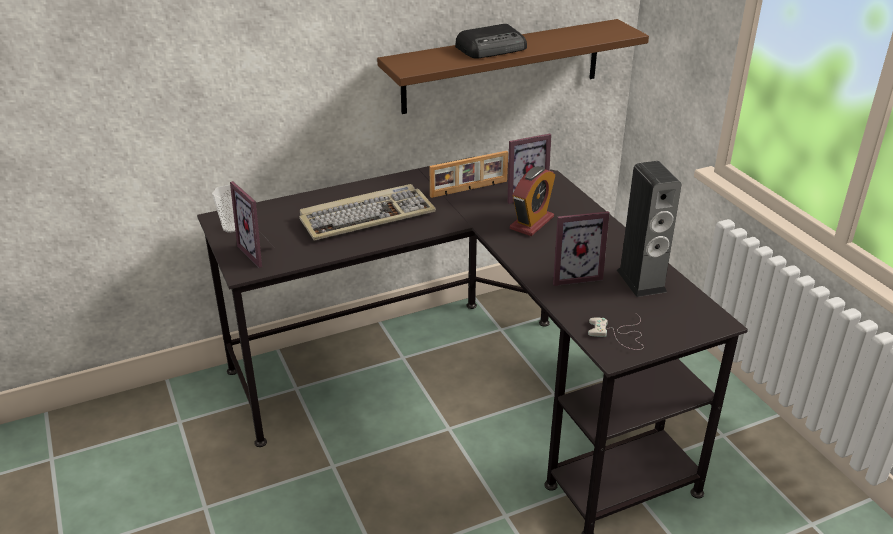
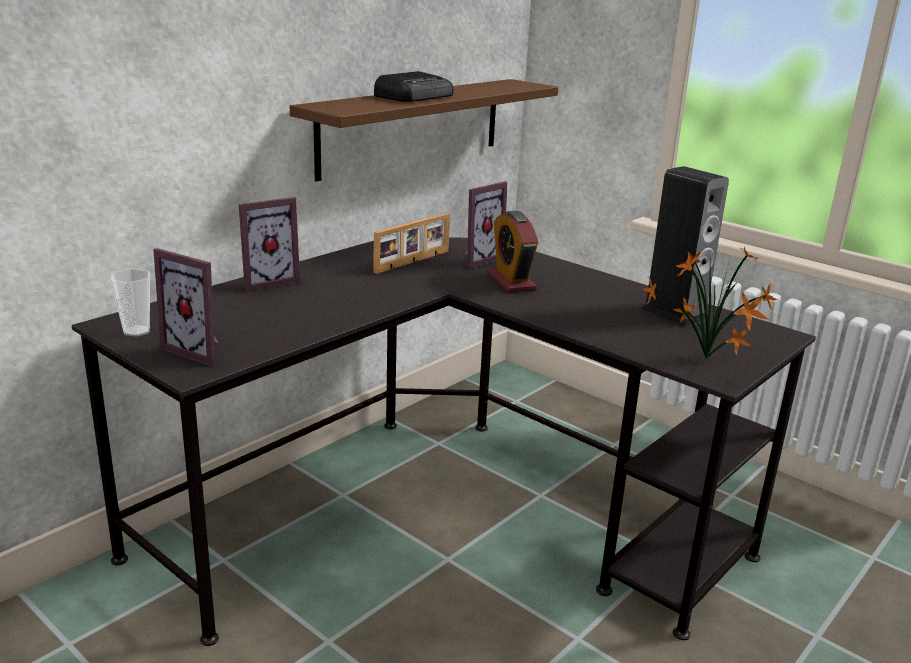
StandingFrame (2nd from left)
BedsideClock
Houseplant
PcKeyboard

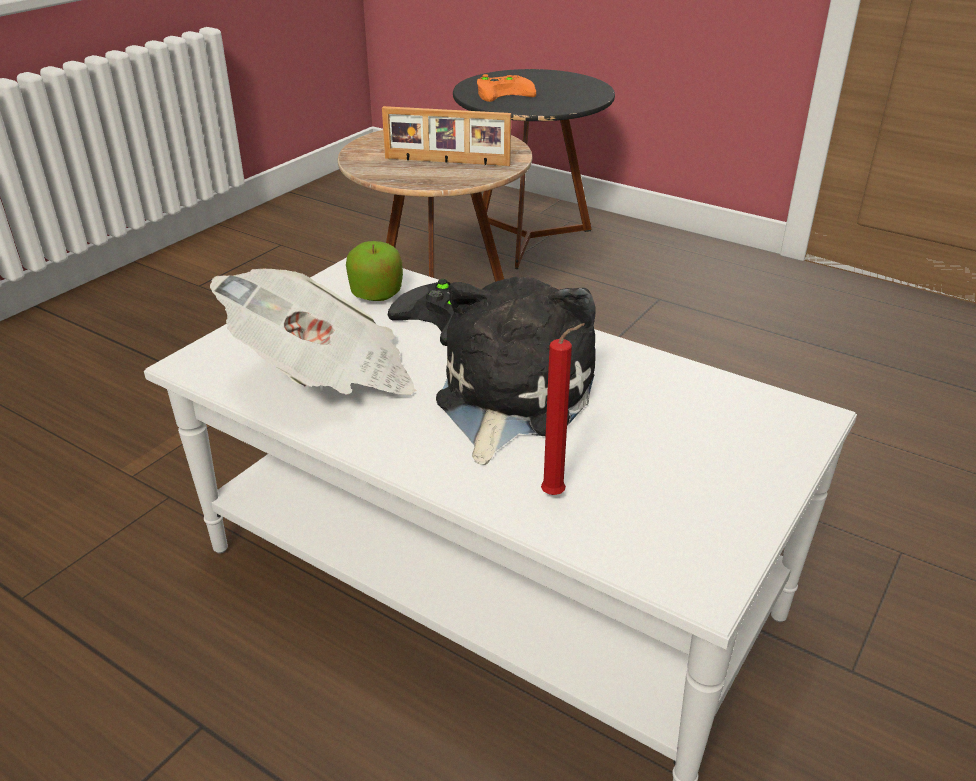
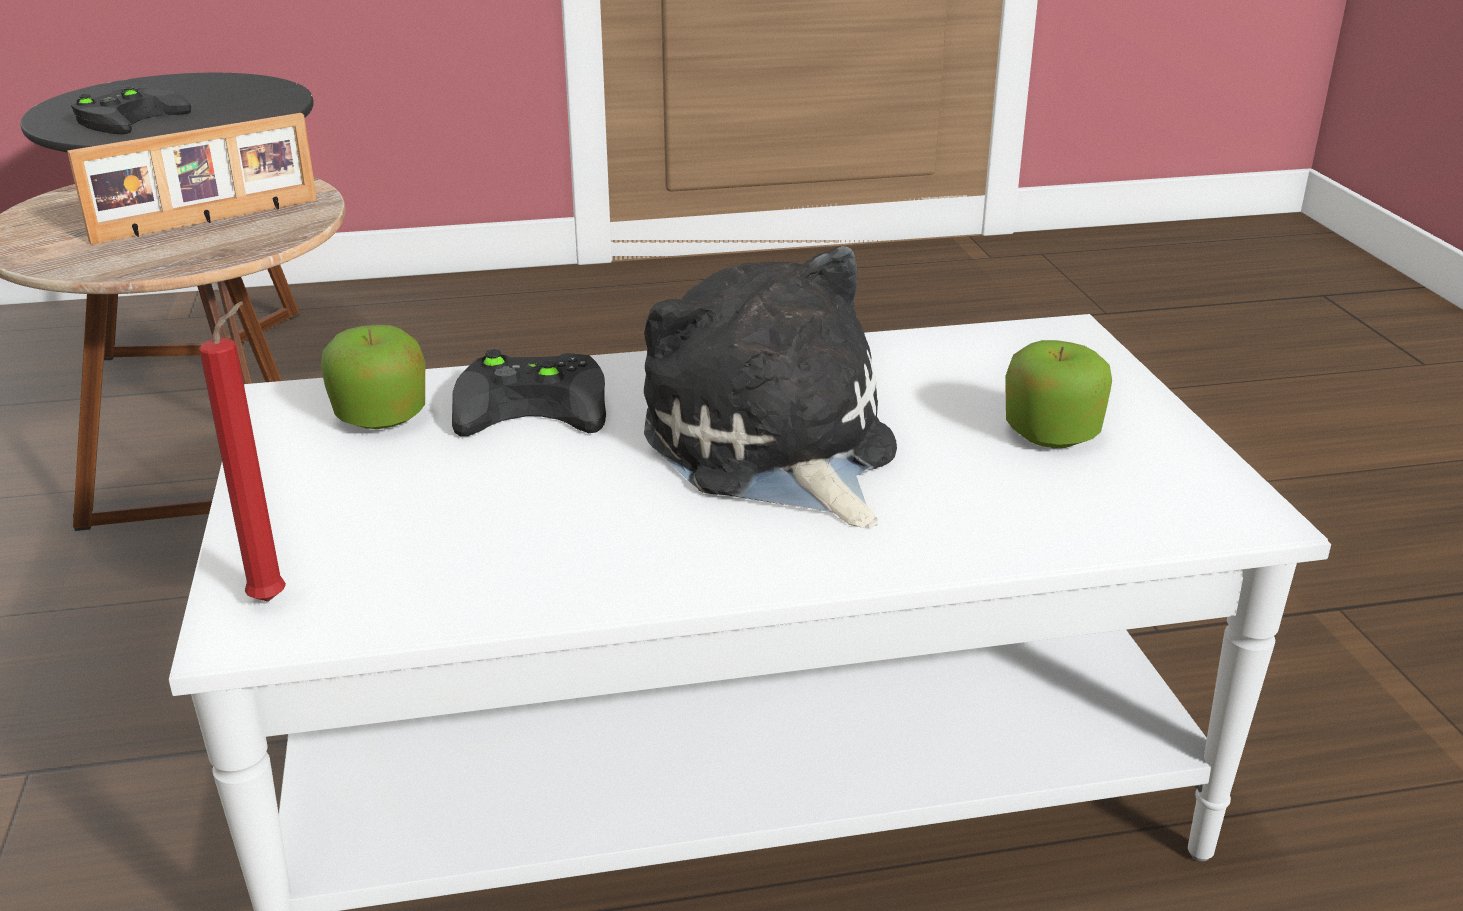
BlackishJoypad (1st from left)
RedColouredWaxLight
AppleFruit (2nd from left)
Newspaper

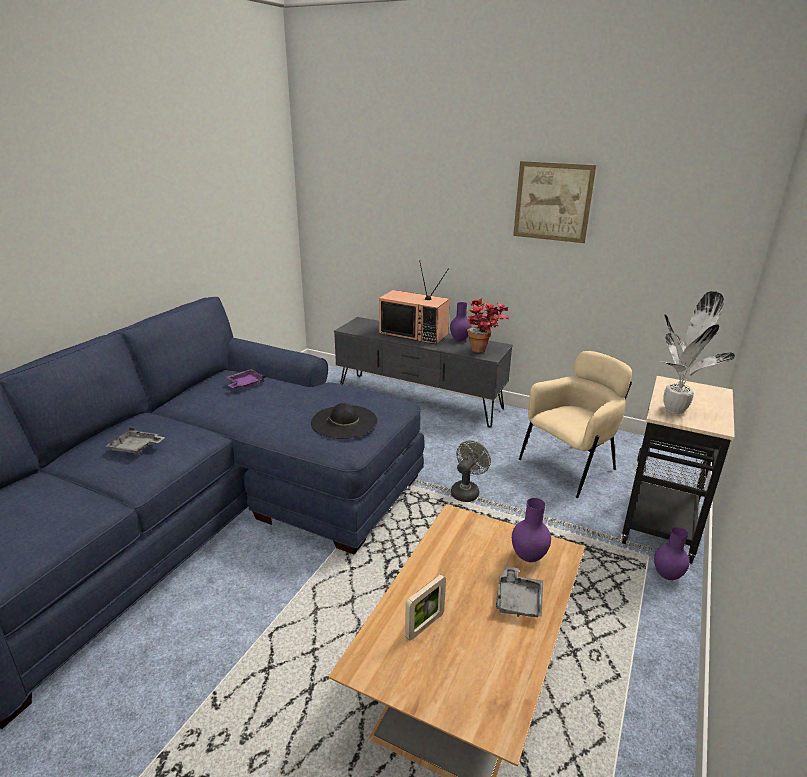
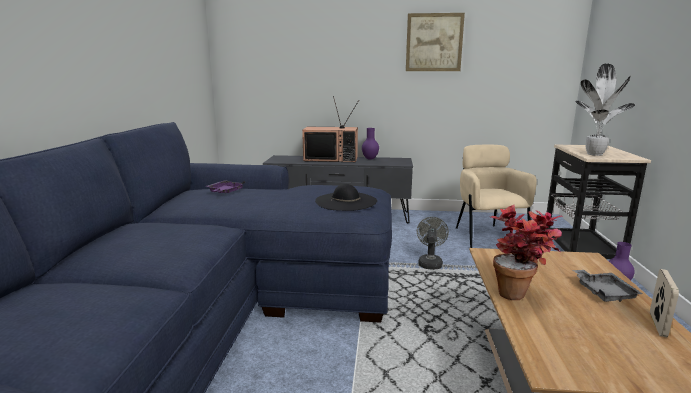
SandColouredEasyChair
Houseplant (1st from left)
StandingFrame
GreyCarryingTray (1st from left in the first image)
PurpleColouredDecorativeVase (2nd from left in the first image)

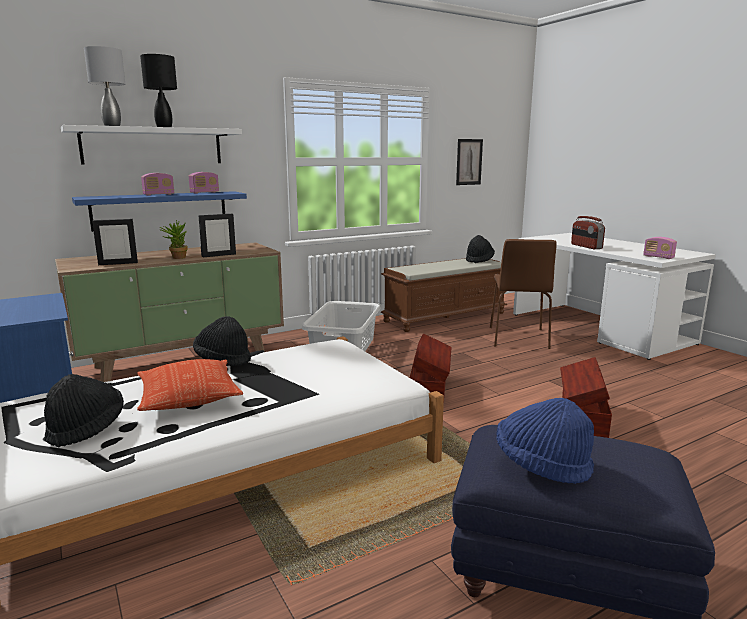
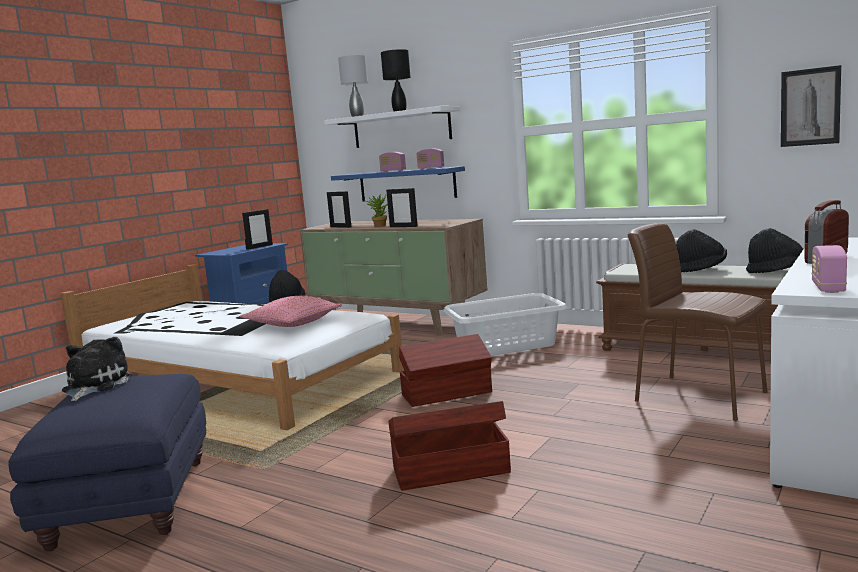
CuddlyToy
PinkColouredThrowPillow
StandingFrame (1st from left)
BrownishPlainChair
BlackishClothingHat (2nd from left)
OrangeThrowPillow

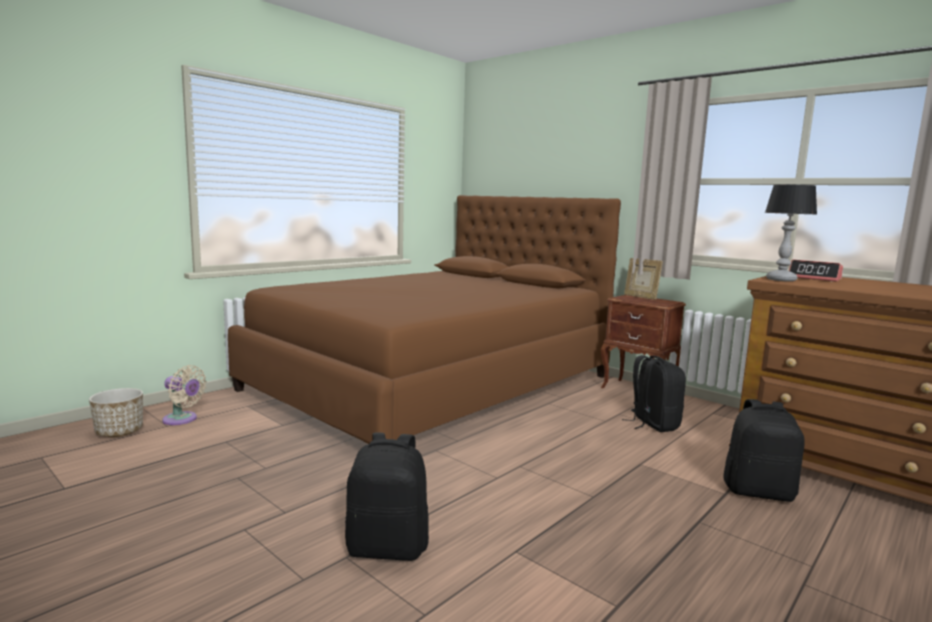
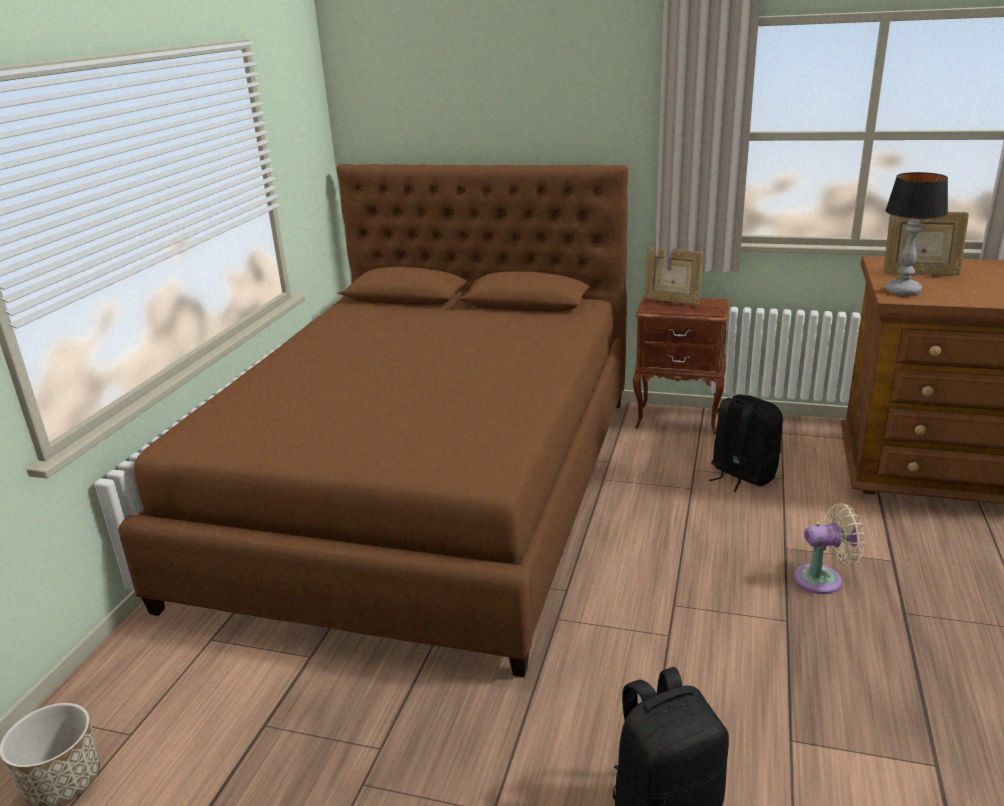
SandColouredElectricFan
StandingFrame (2nd from left)
BlackishKnapsack (3rd from left in the first image)

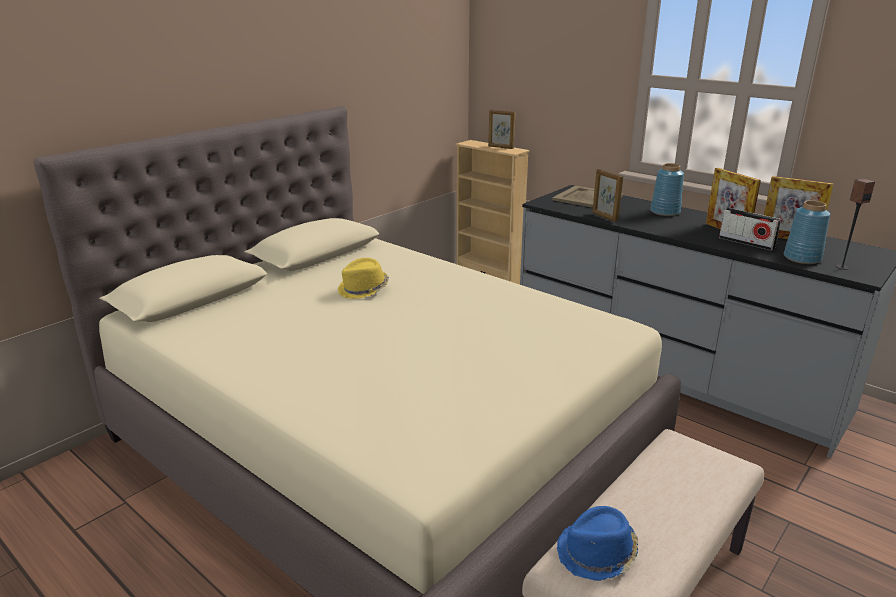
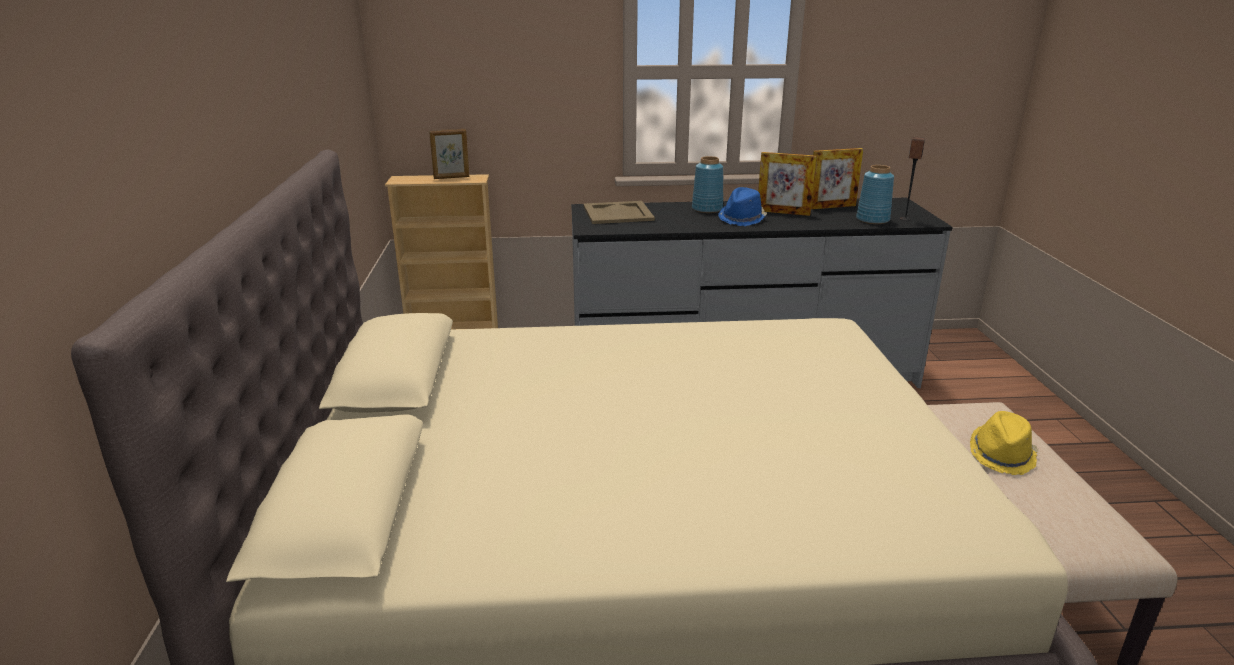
BluishClothingHat
YellowColouredClothingHat
StandingFrame (2nd from left in the first image)
RadioReceiver

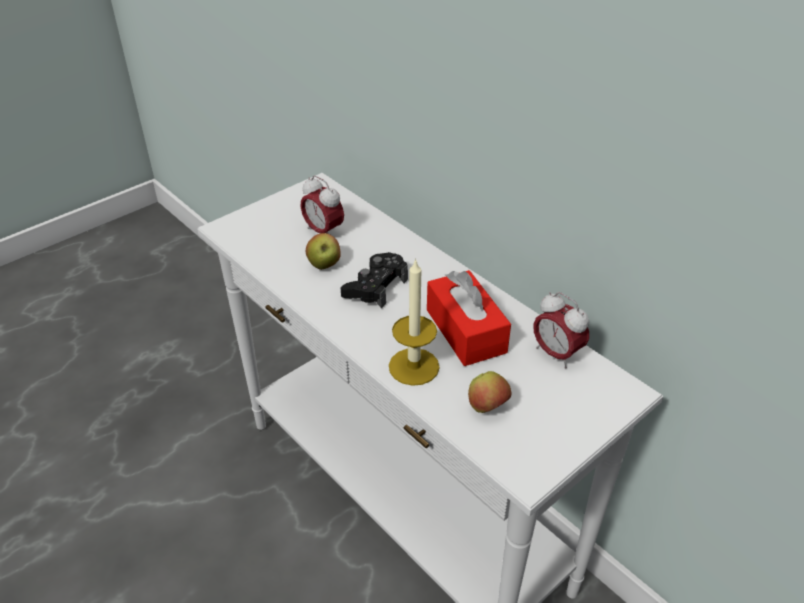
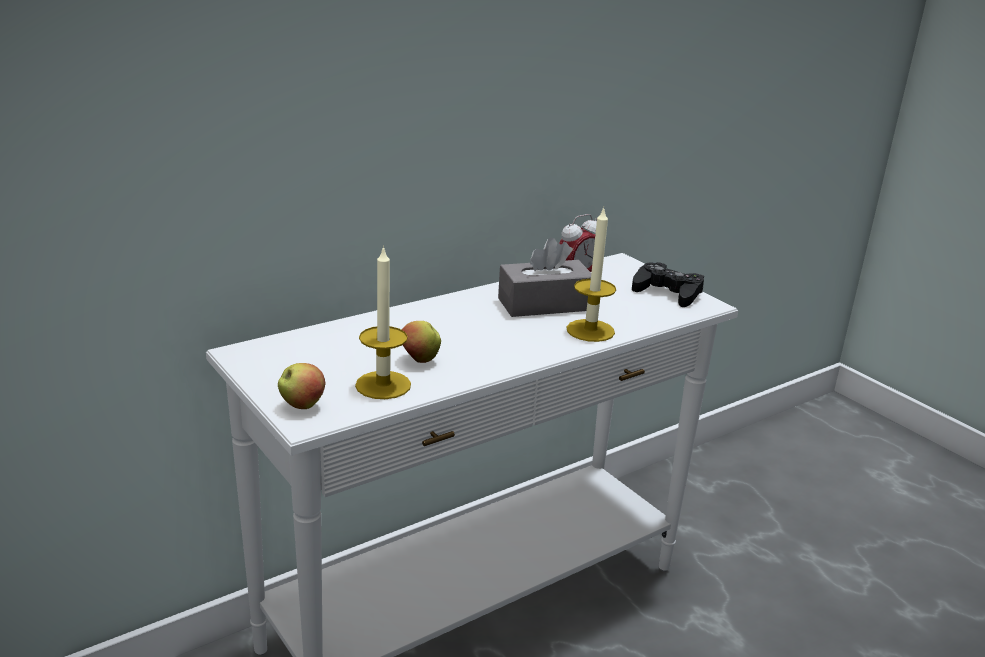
AppleFruit (1st from left)
WaxLight (1st from left)
GreyBoxOfTissues
BlackishJoypad
BedsideClock (1st from left in the first image)

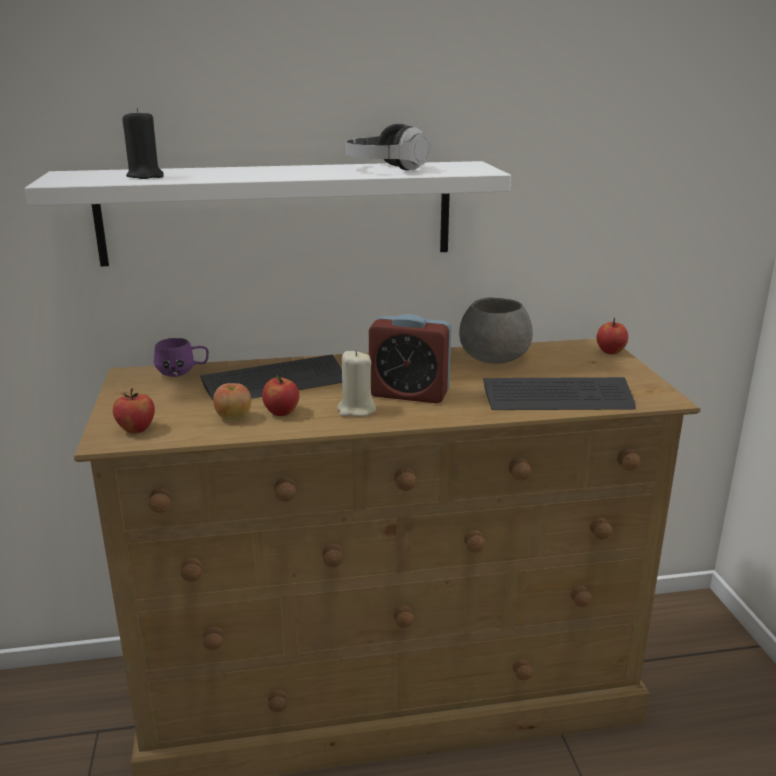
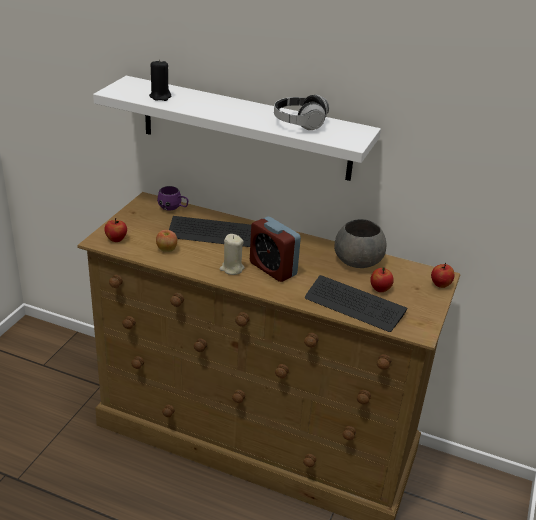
AppleFruit (3rd from left)

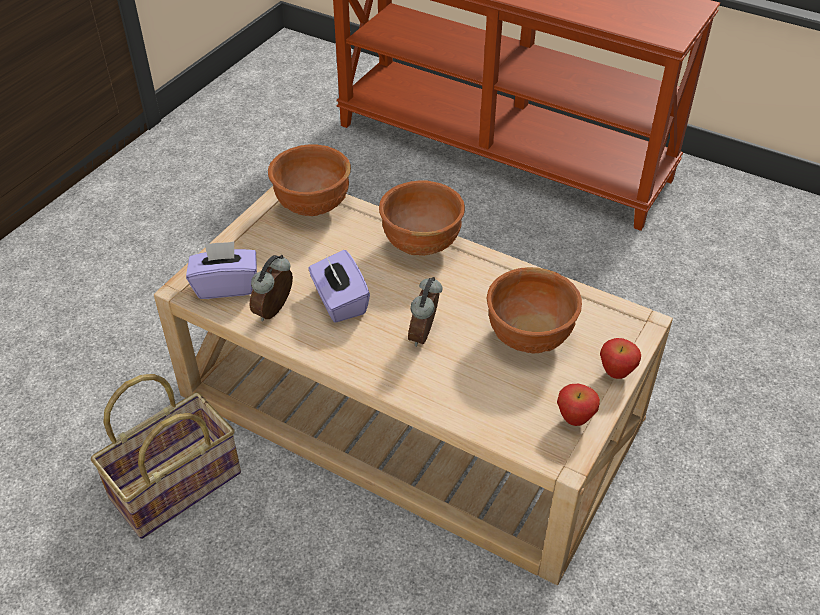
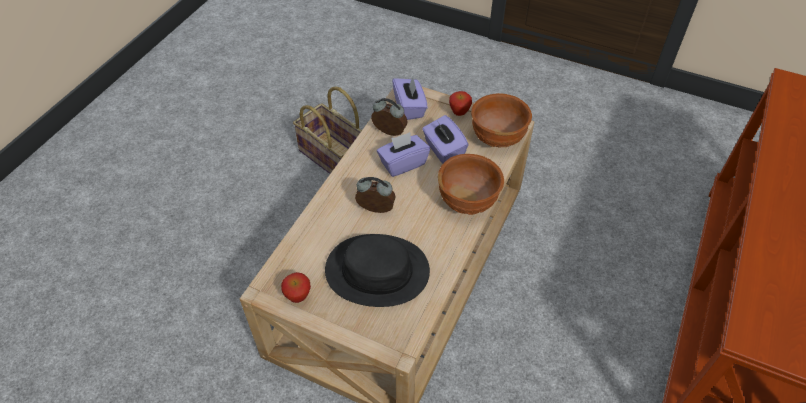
BlackishClothingHat
PurpleColouredBoxOfTissues (3rd from left)
AppleFruit (2nd from left)

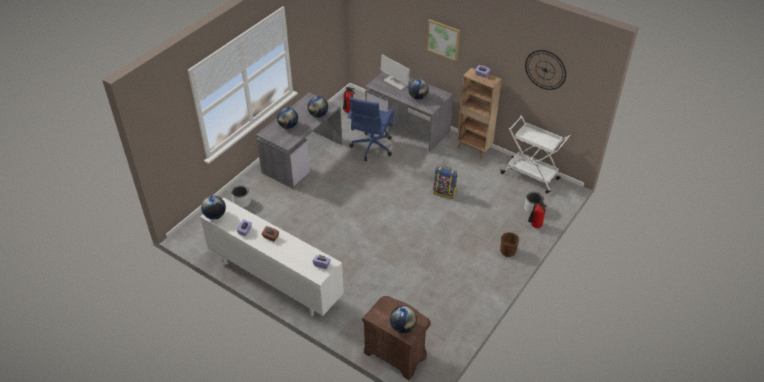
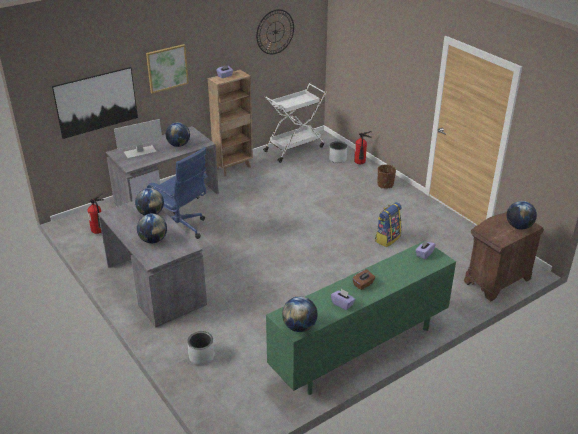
WallPicture (1st from left)
GreenCupboard
Knapsack

